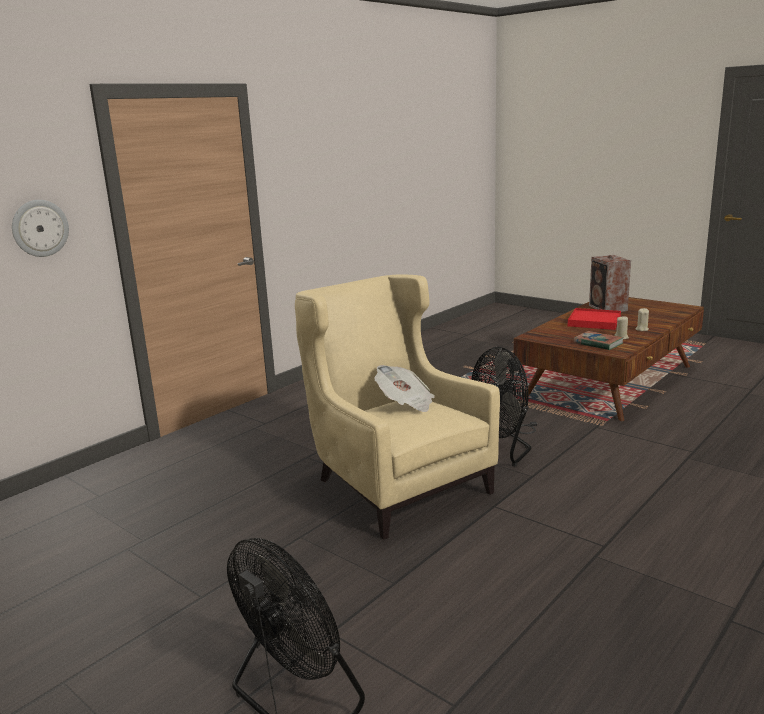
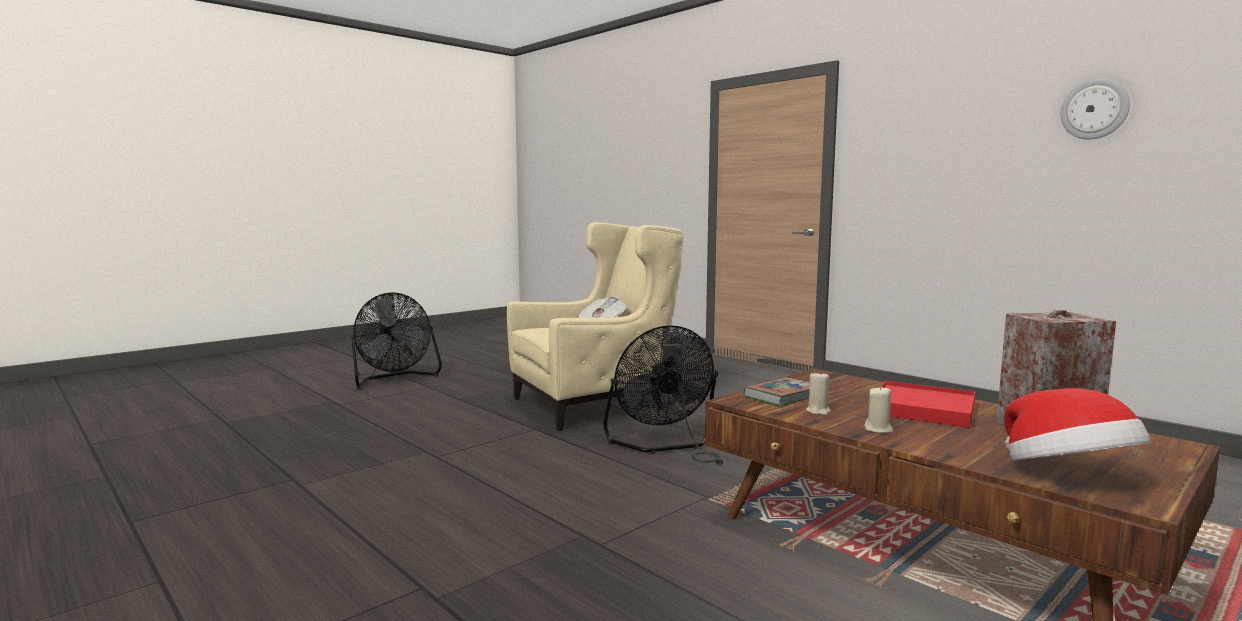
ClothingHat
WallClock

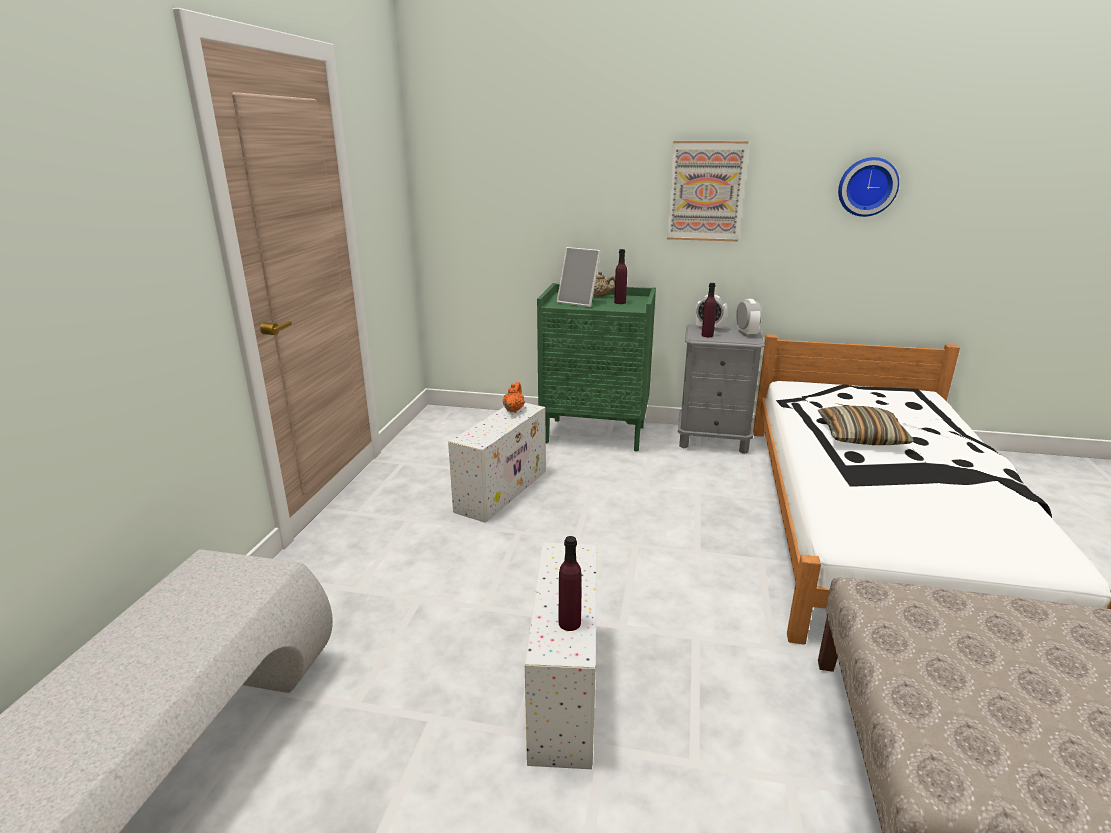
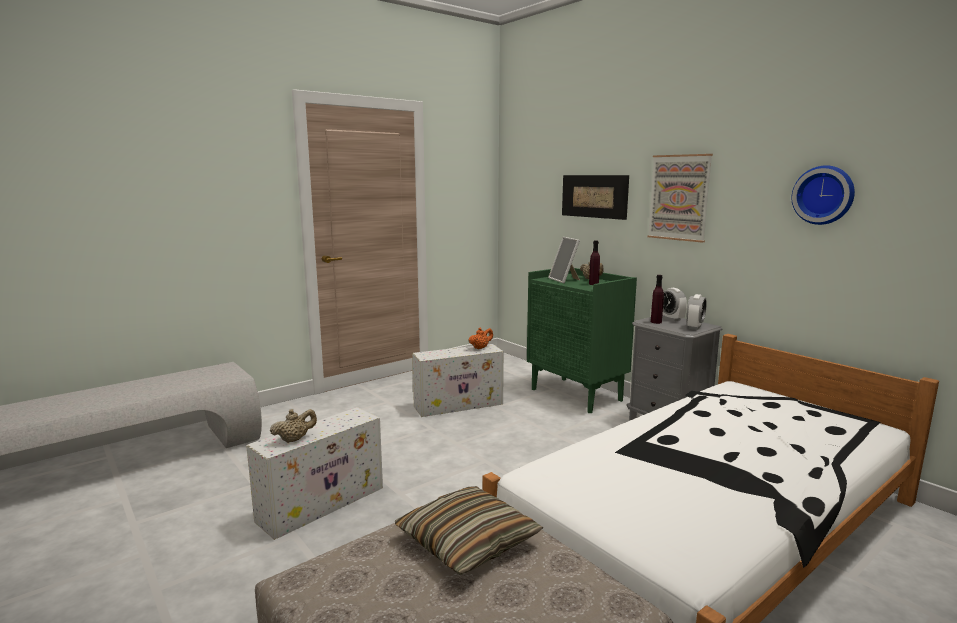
SandColouredTeaPot (1st from left)
ThrowPillow
WallPicture (1st from left)

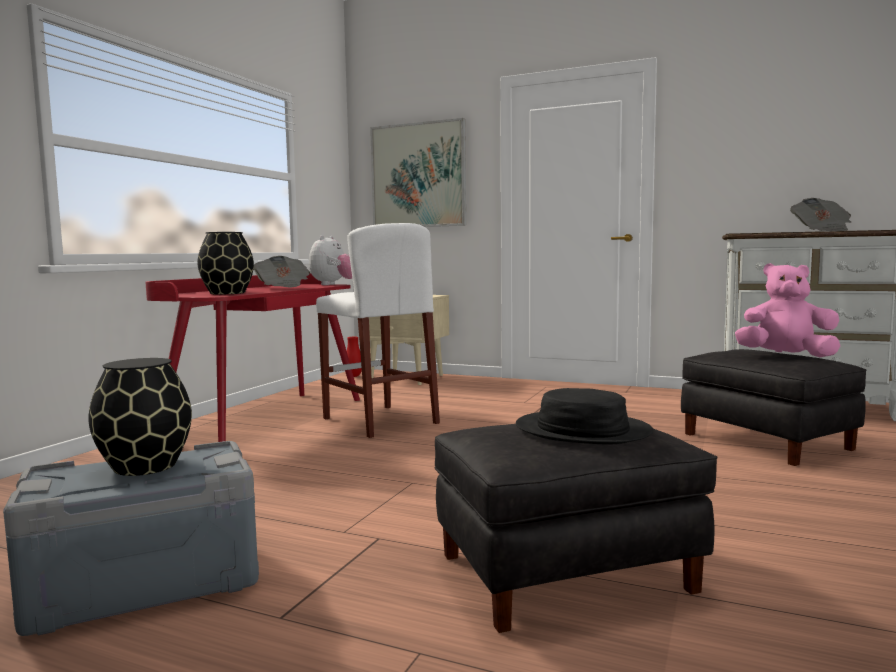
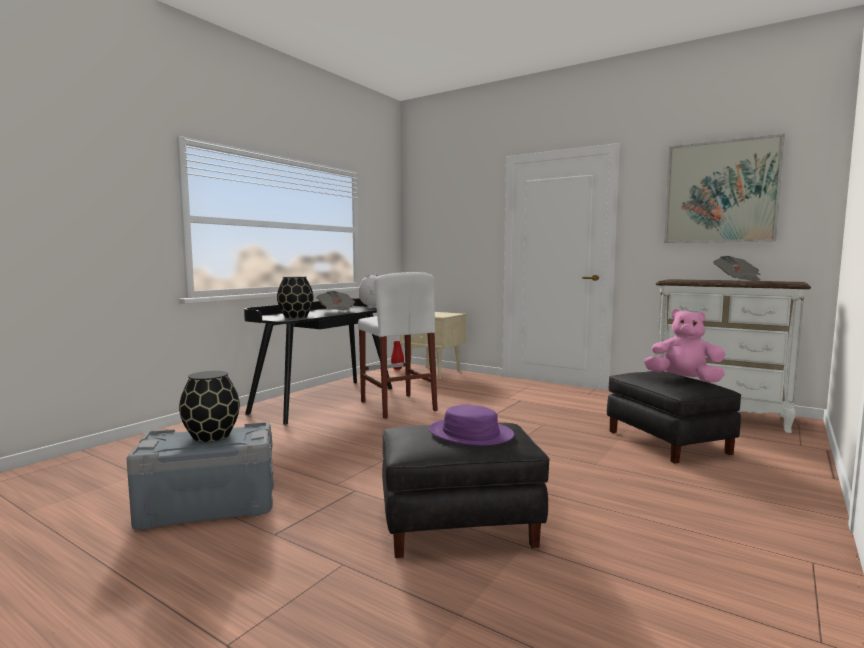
BlackishDeskUnit
PurpleColouredClothingHat
WallPicture

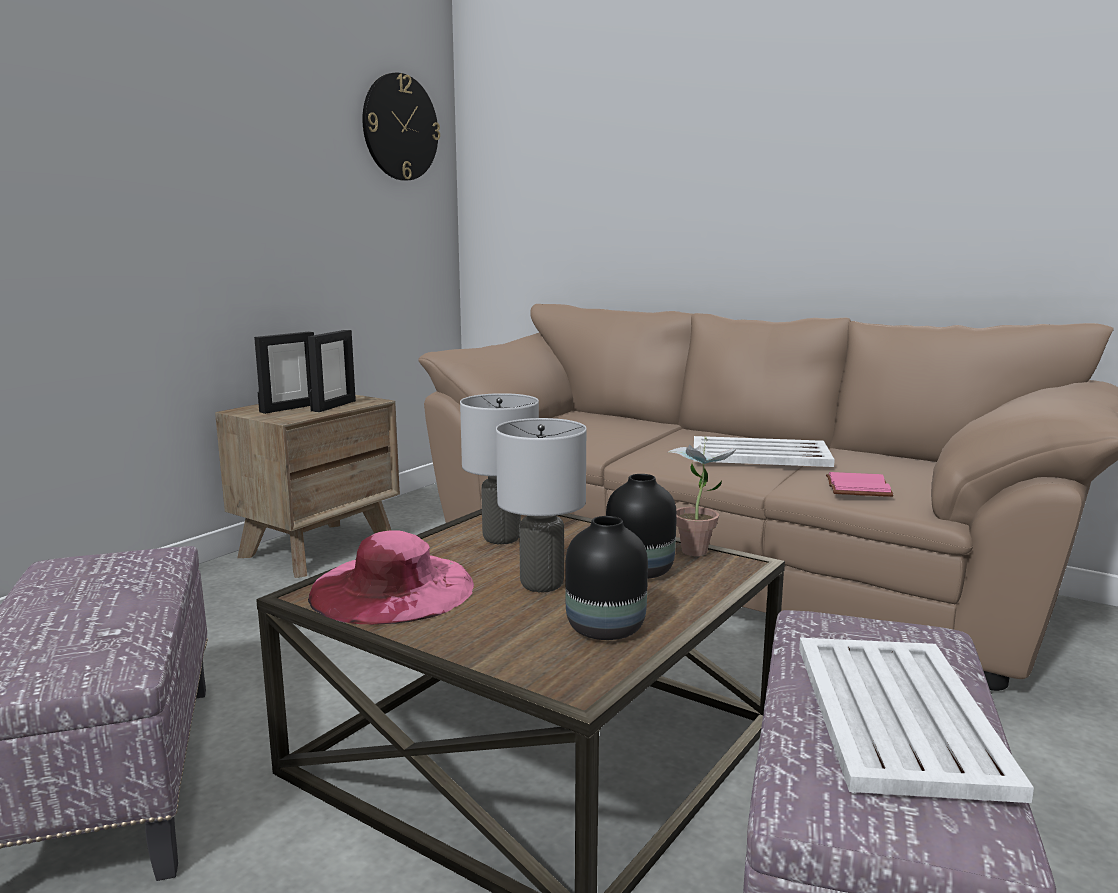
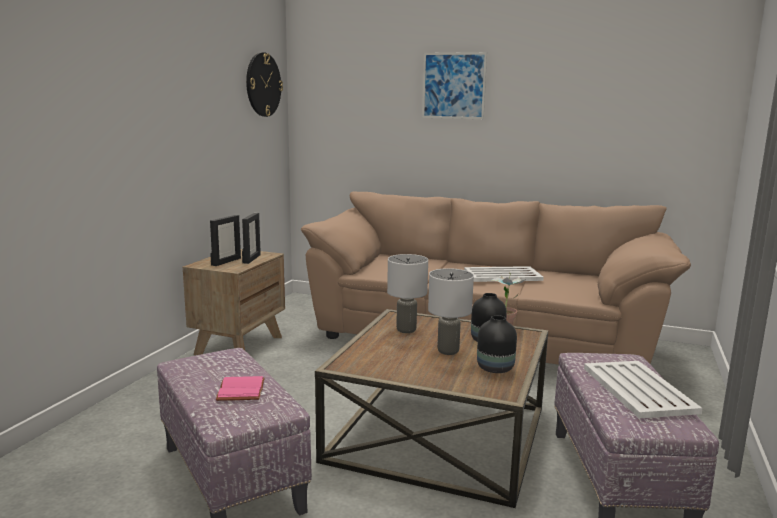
PinkColouredBoundBook
WallPicture
PinkColouredClothingHat

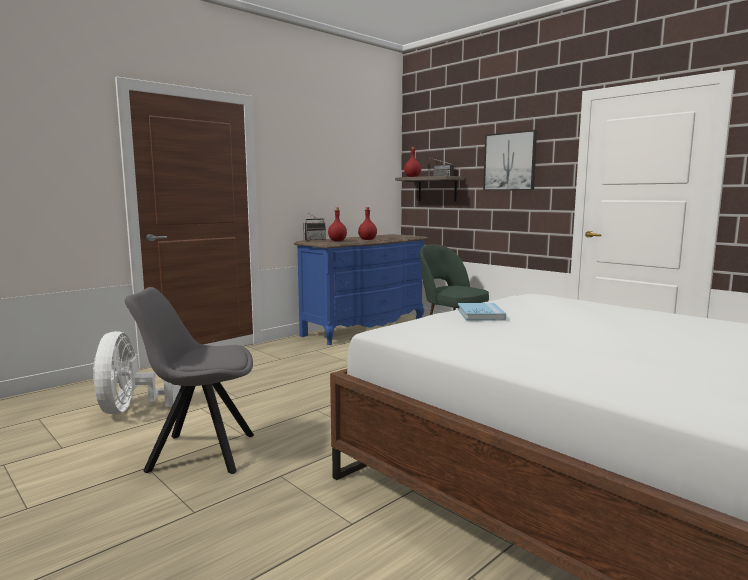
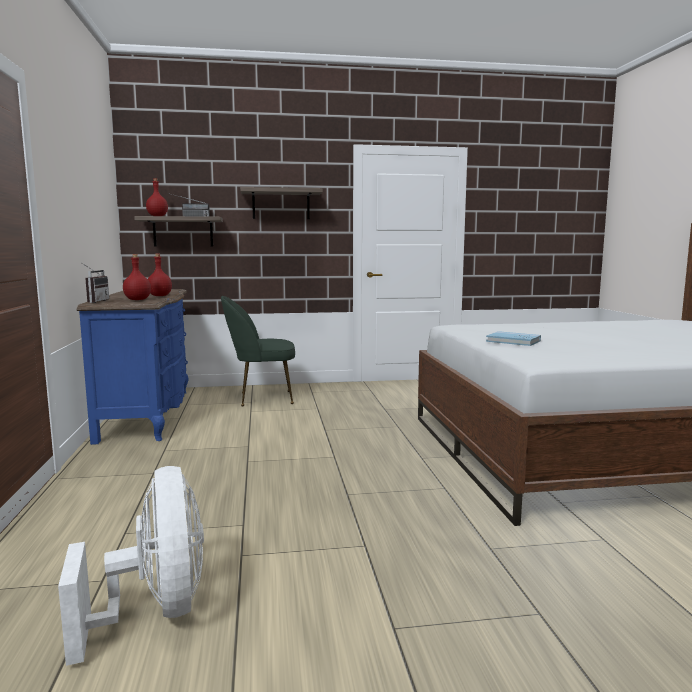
WhiteElectricFan
WallShelf (2nd from left)
GreyPlainChair

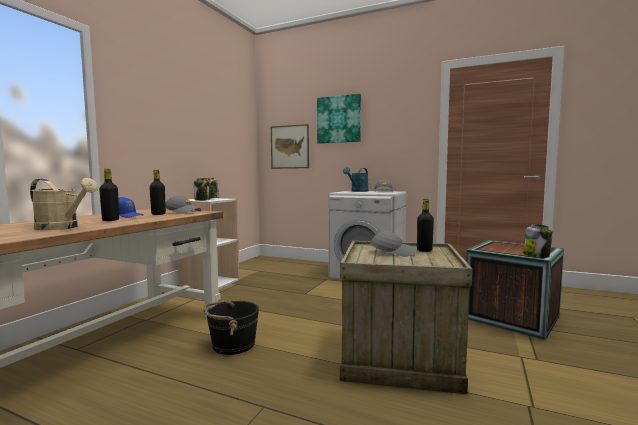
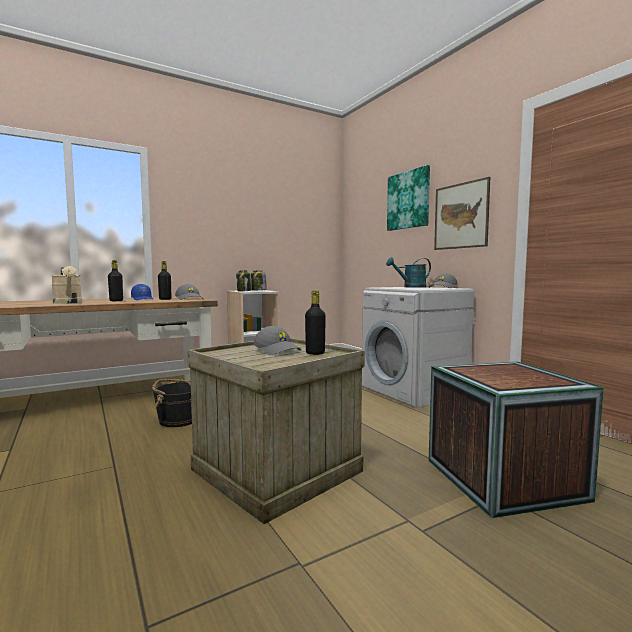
WallPicture (2nd from left)
PreserveJar (3rd from left in the first image)

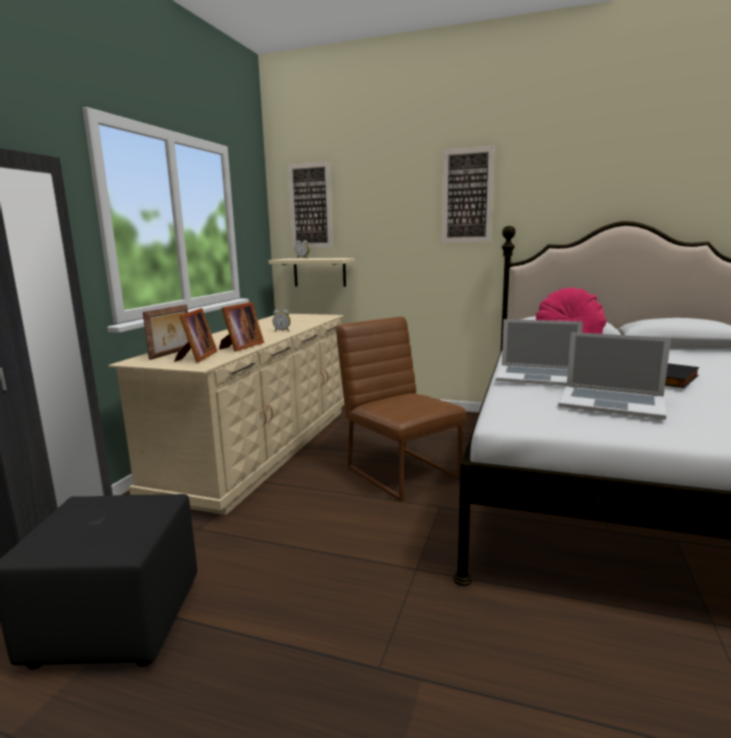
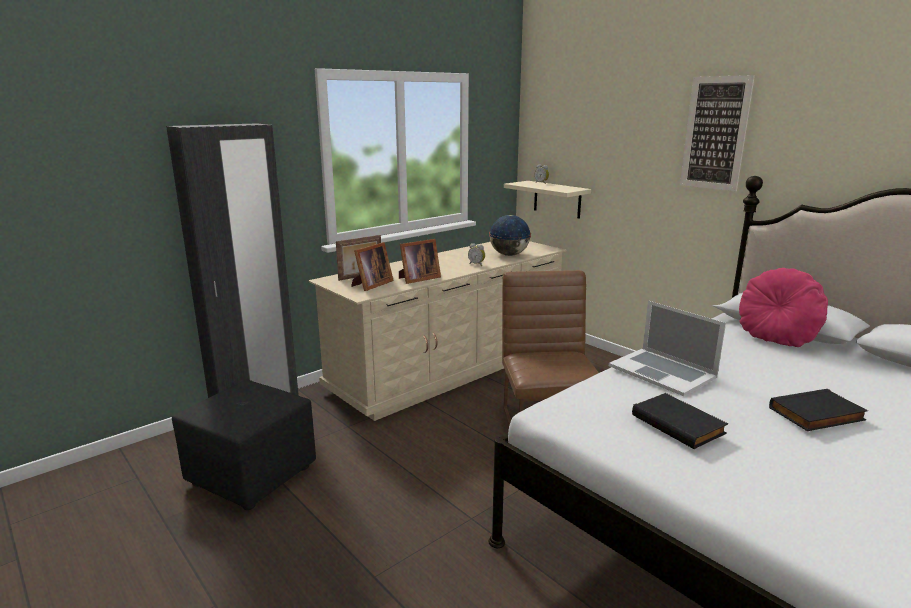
DeskGlobe
BlackishBoundBook (1st from left)
WallPicture (1st from left in the first image)

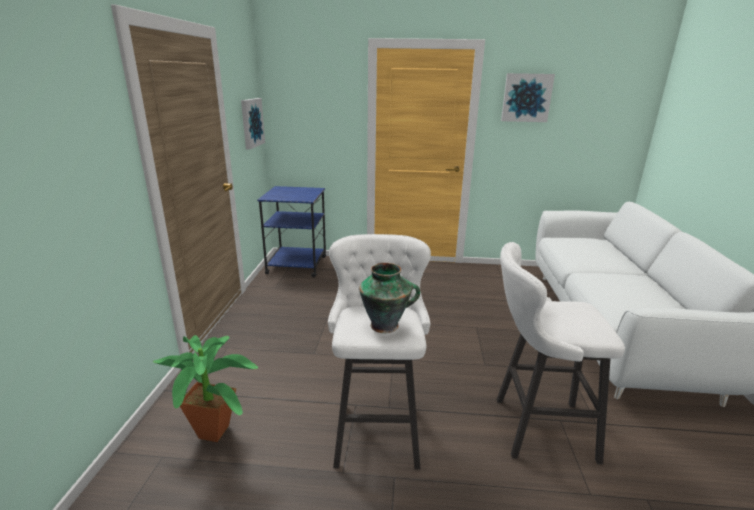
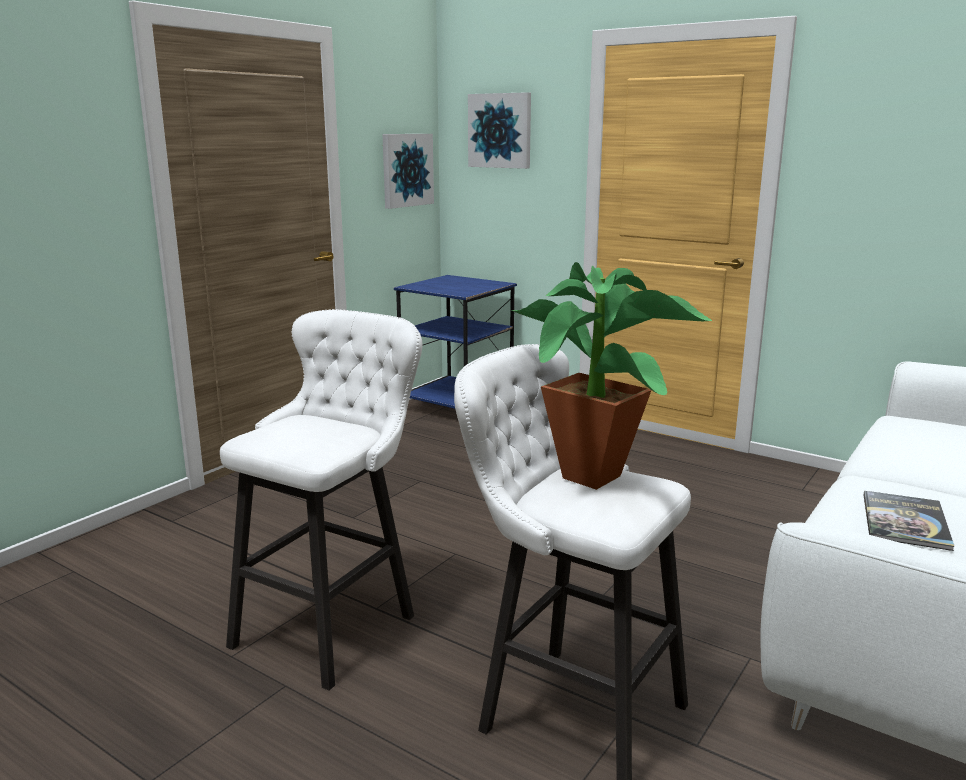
WallPicture (2nd from left)
Houseplant
BoundBook
DecorativeVase

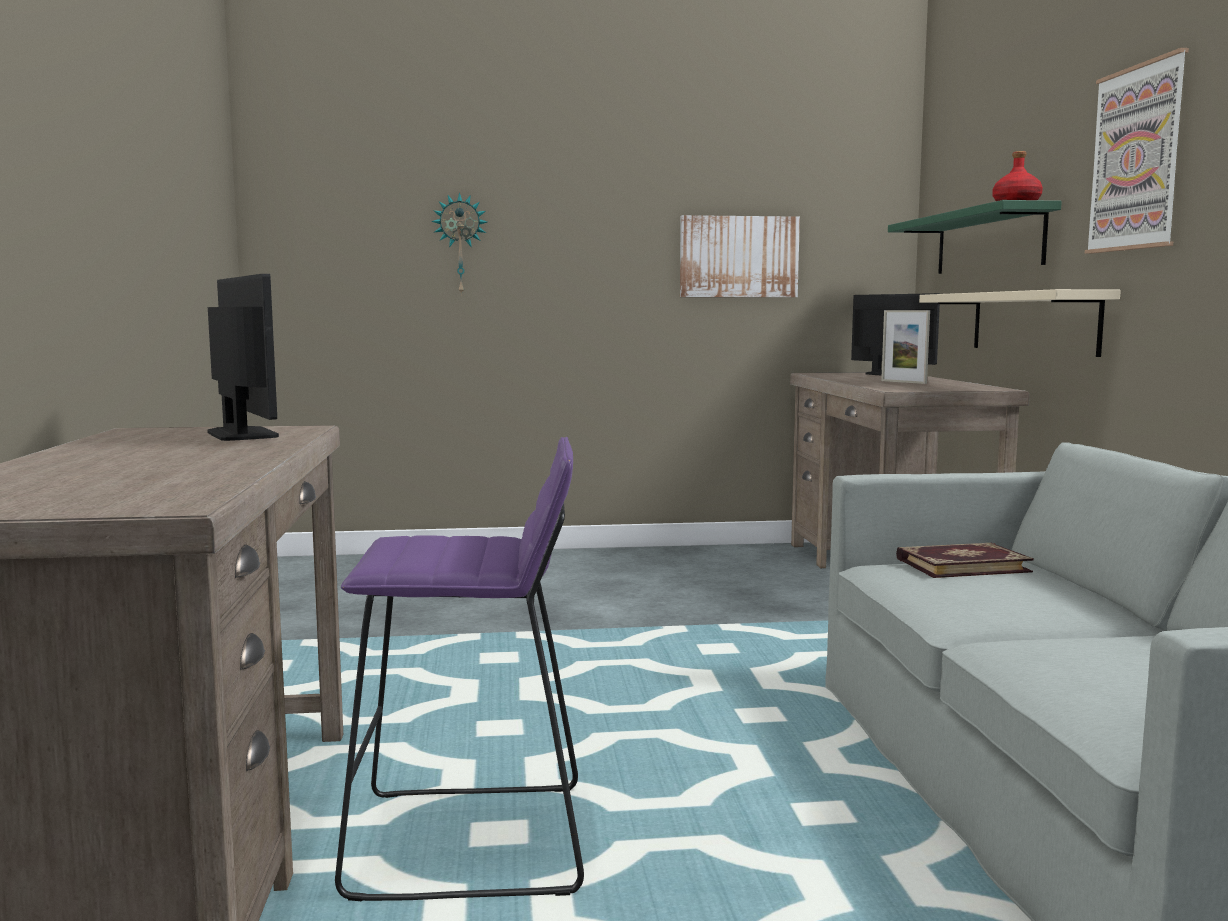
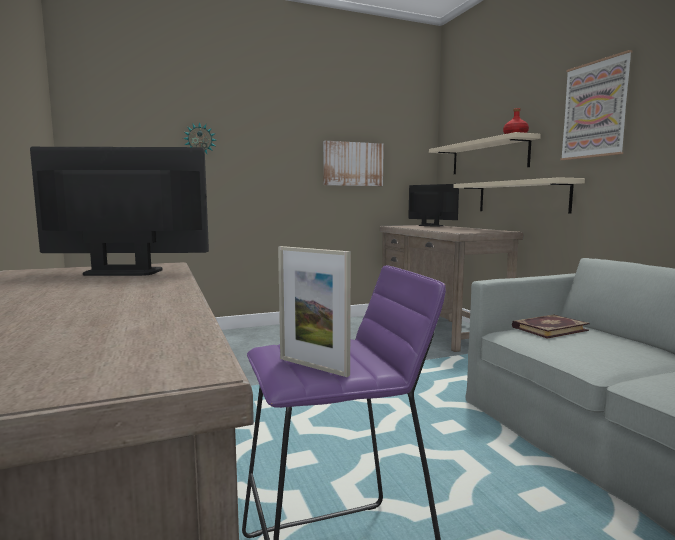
Monitor (1st from left)
StandingFrame
SandColouredWallShelf (1st from left)

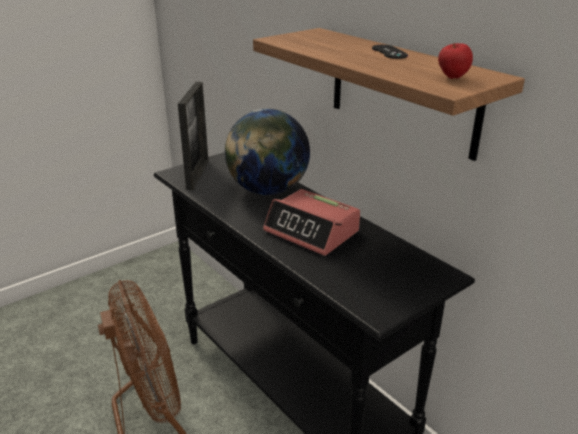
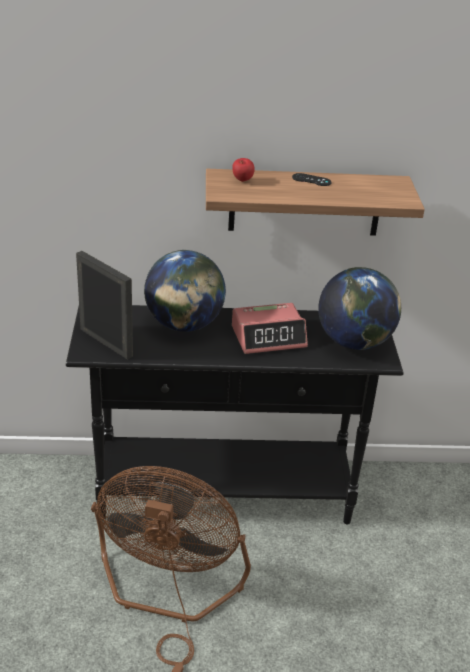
AppleFruit
DeskGlobe (2nd from left)

